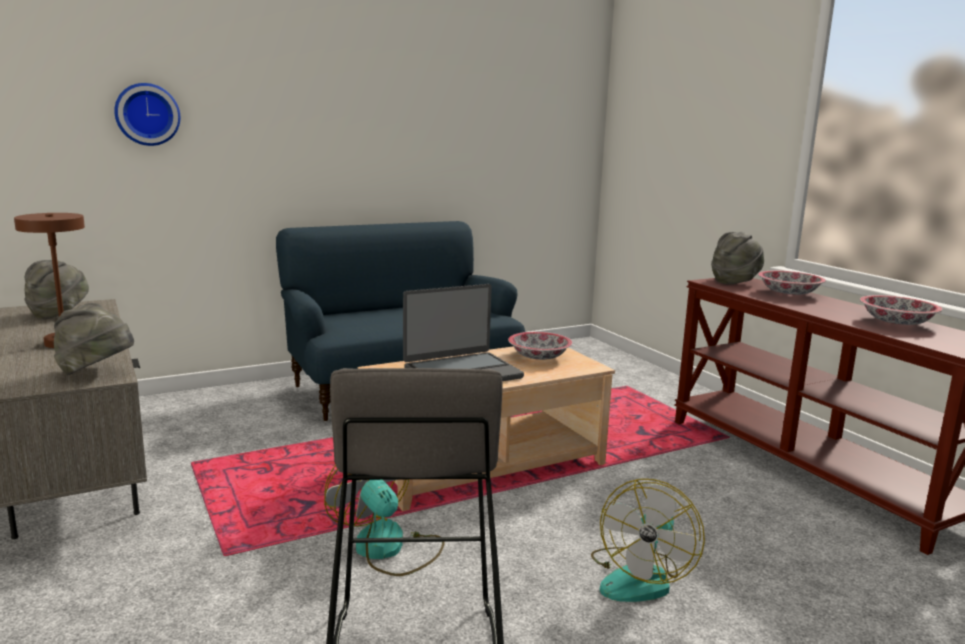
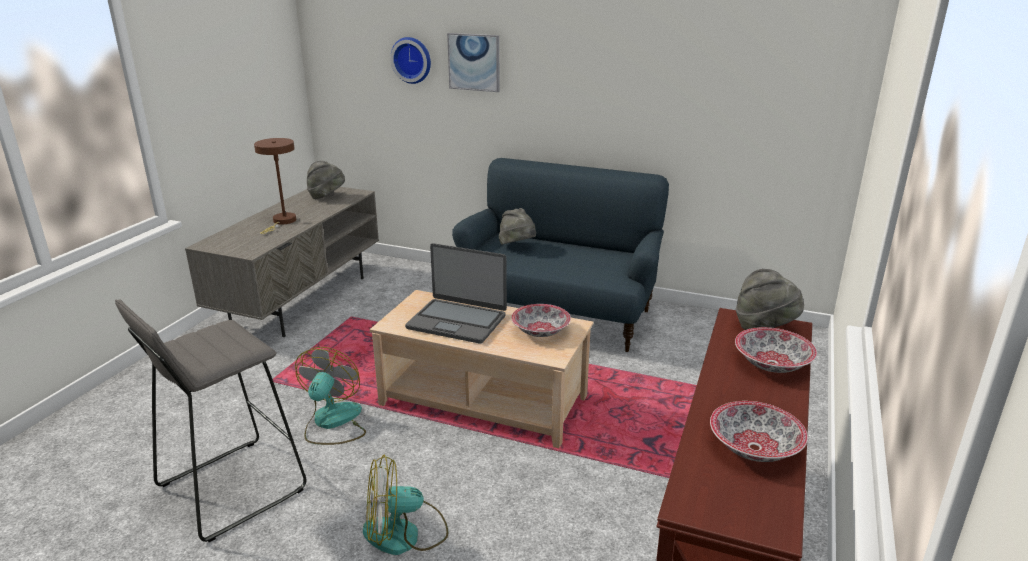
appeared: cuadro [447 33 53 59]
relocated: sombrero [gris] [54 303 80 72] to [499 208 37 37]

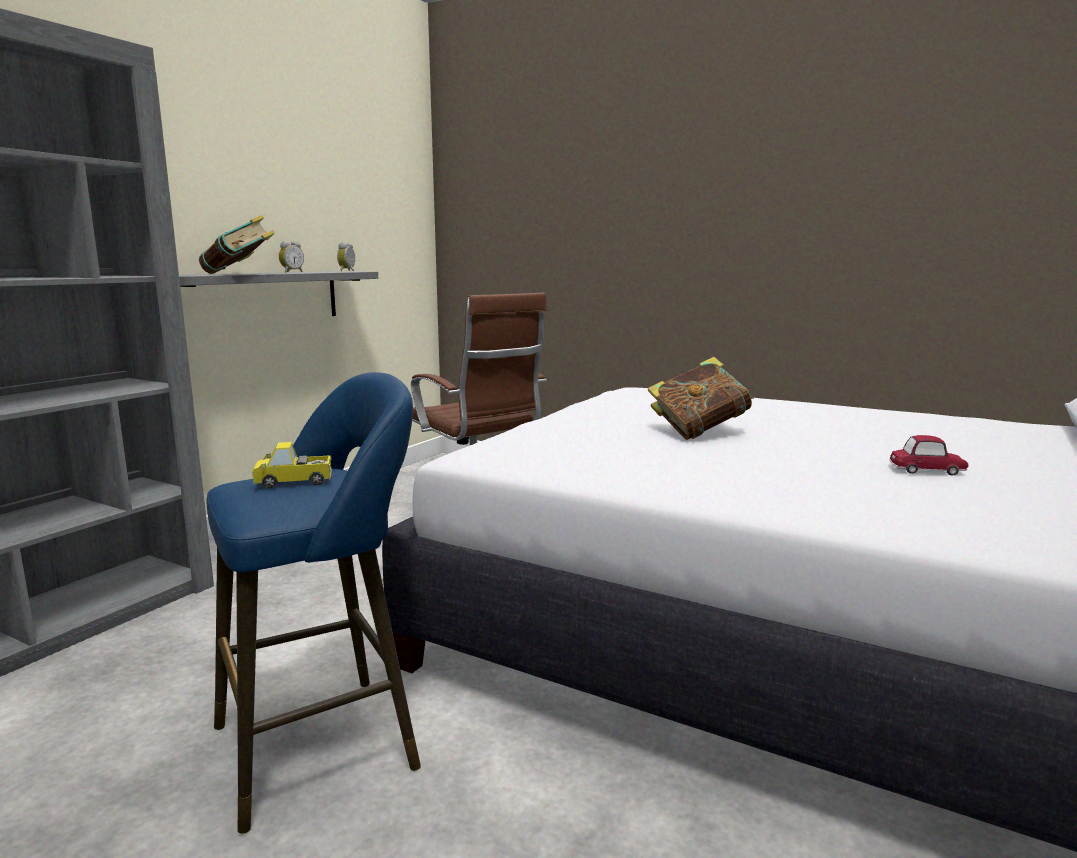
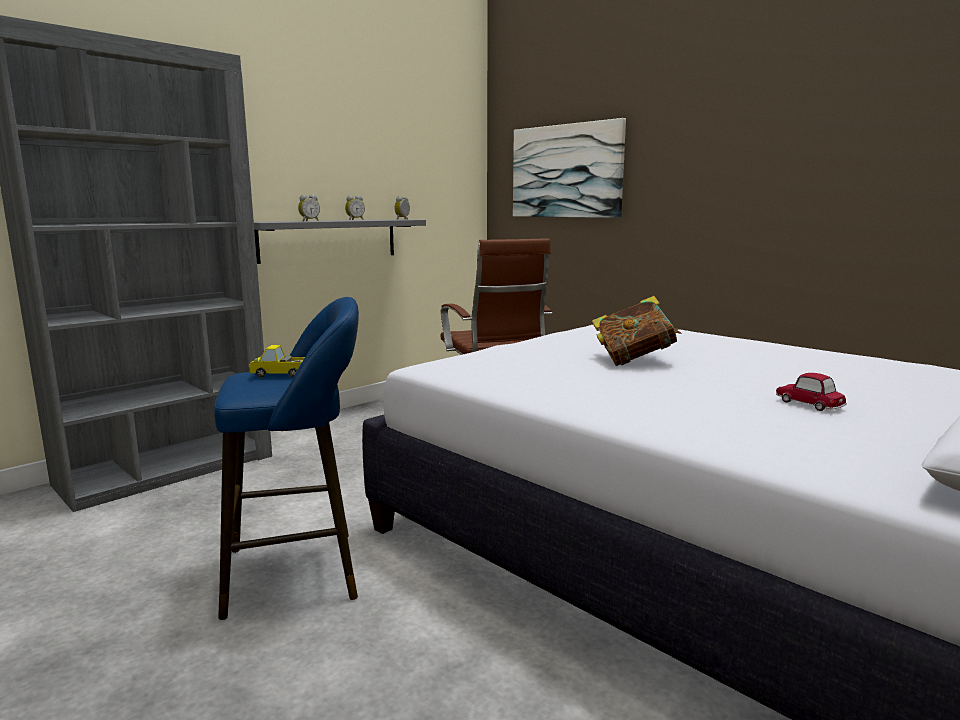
appeared: cuadro [513 118 113 100]
exchanged: libro [199 215 76 59] to despertador [298 194 22 27]
spun: coche de juguete [889 435 80 41] = [776 373 71 38] 150 degrees counterclockwise

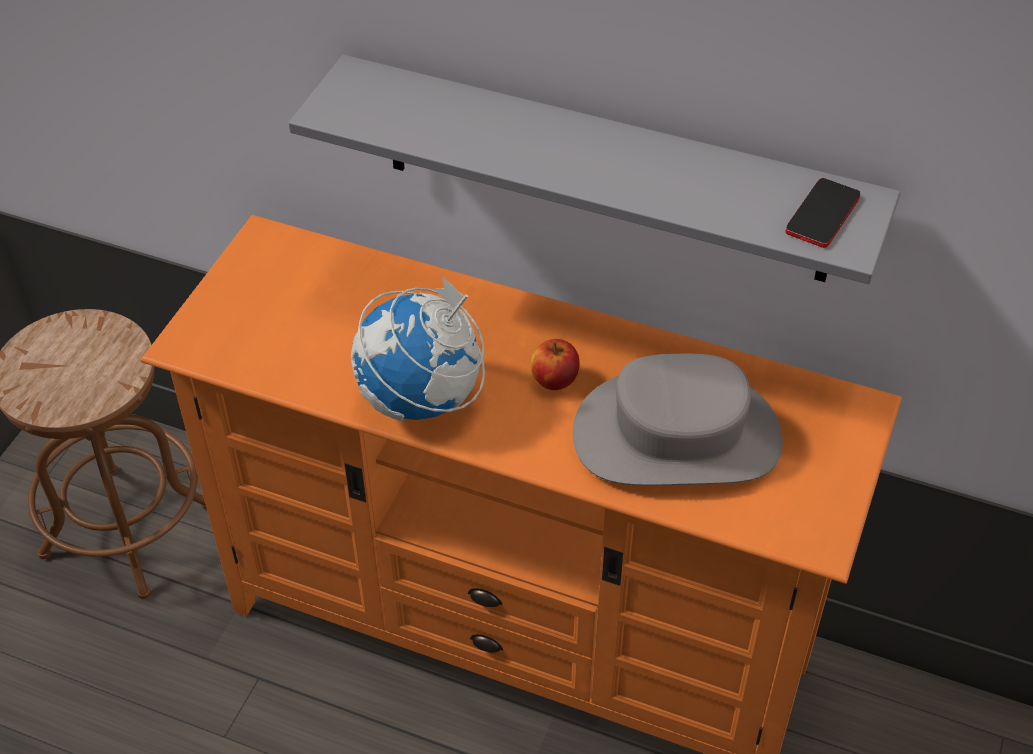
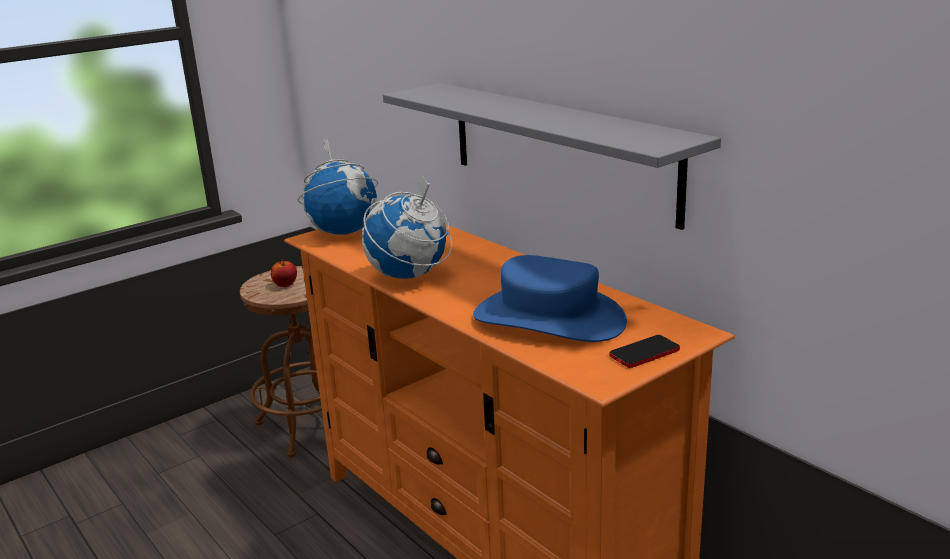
appeared: globo terráqueo [297 139 81 96]
relocated: móvil [786 178 75 70] to [609 335 71 33]; manzana [531 339 48 51] to [271 259 26 28]
colour: sombrero [gris] [573 353 210 133] to sombrero [azul] [473 255 154 87]

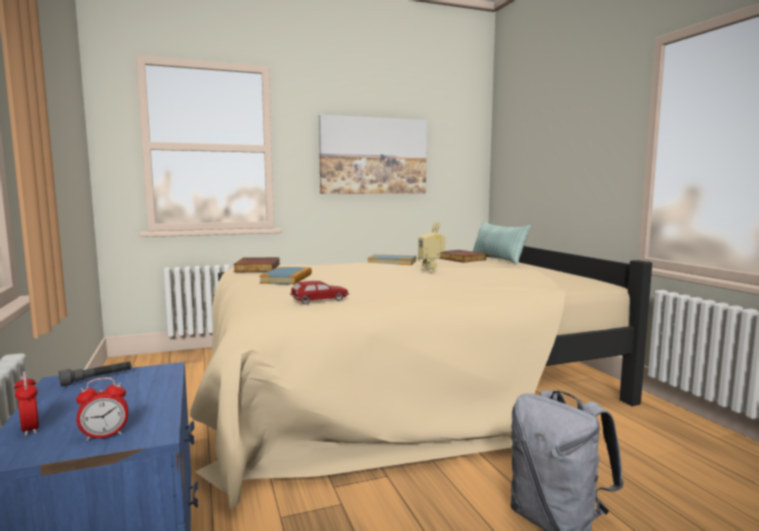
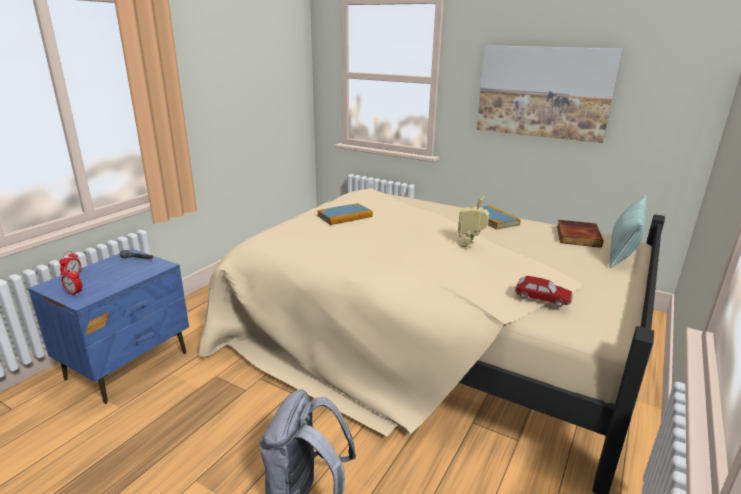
missing: libro [233 257 47 15]
relocated: coche de juguete [290 281 59 24] to [515 276 58 31]

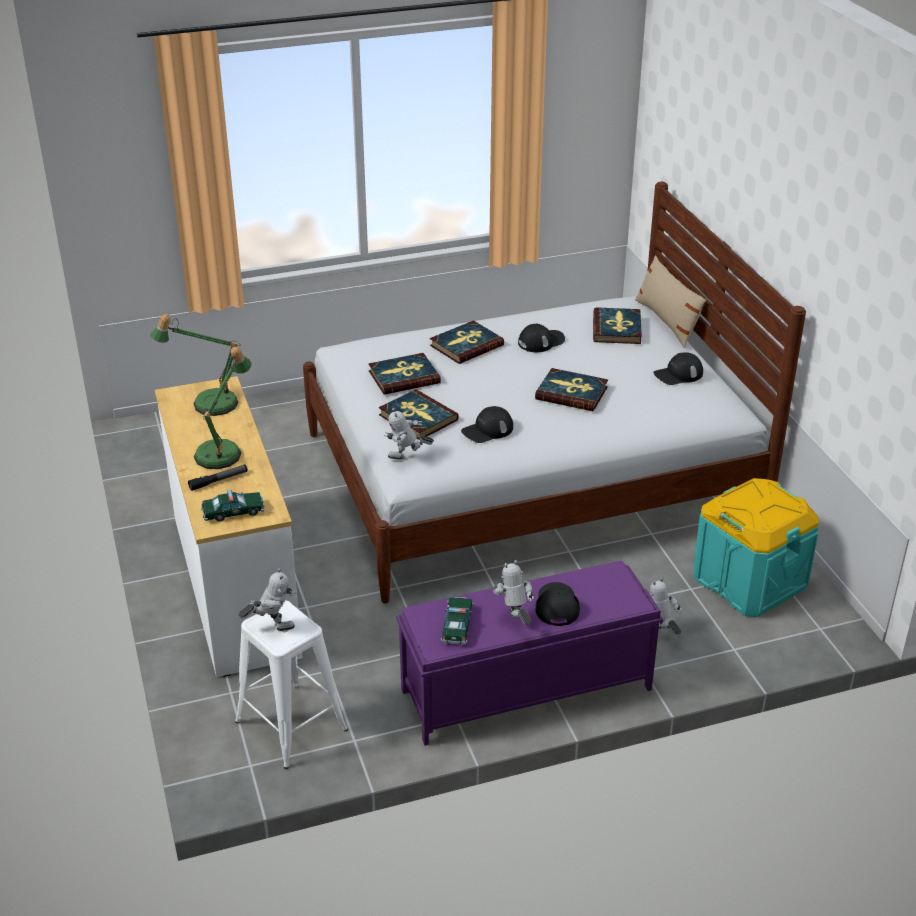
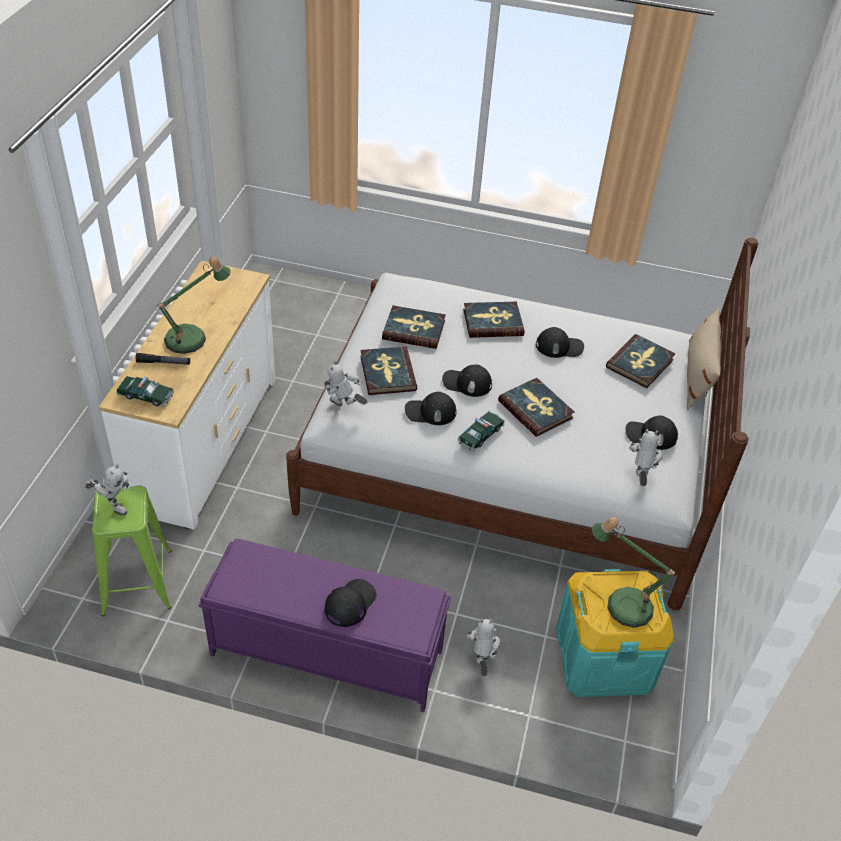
appeared: gorra [negro] [442 364 50 33]
relocated: lámpara de mesa [150 314 91 102] to [592 517 86 111]; robot de juguete [493 560 41 65] to [629 429 34 57]; coche de juguete [440 597 34 49] to [457 411 48 40]
colour: taburete [blanco] [235 600 113 169] to taburete [verde] [92 486 80 130]

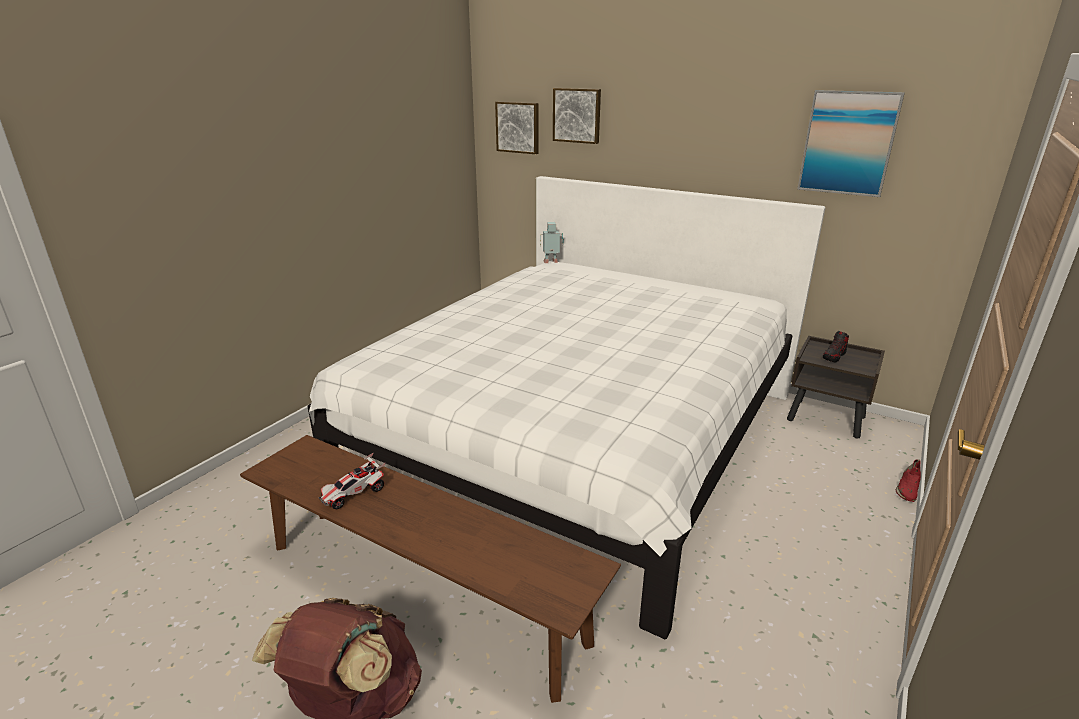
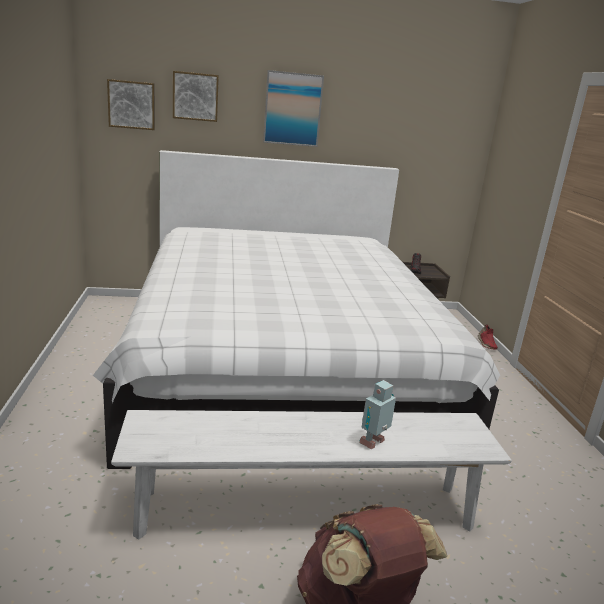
missing: coche de juguete [318 453 68 56]
relocated: cuadro [797 90 108 107] to [263 70 61 77]; robot de juguete [540 222 24 41] to [359 380 37 69]
colour: banco [marrón] [240 435 381 268] to banco [blanco] [111 410 401 130]

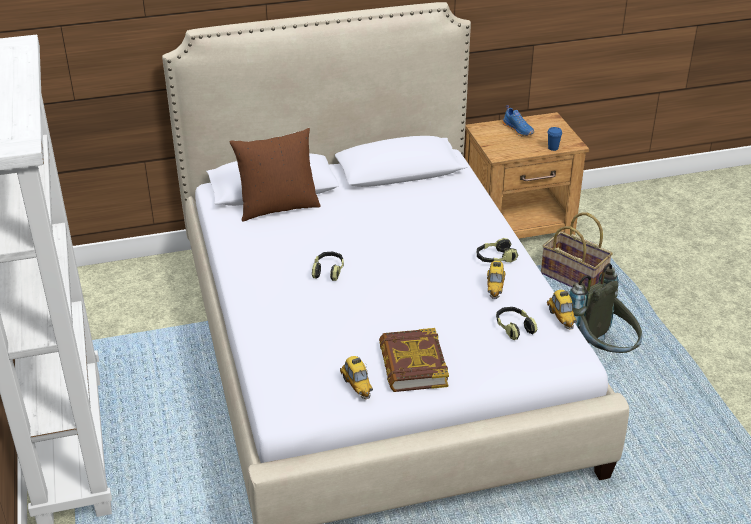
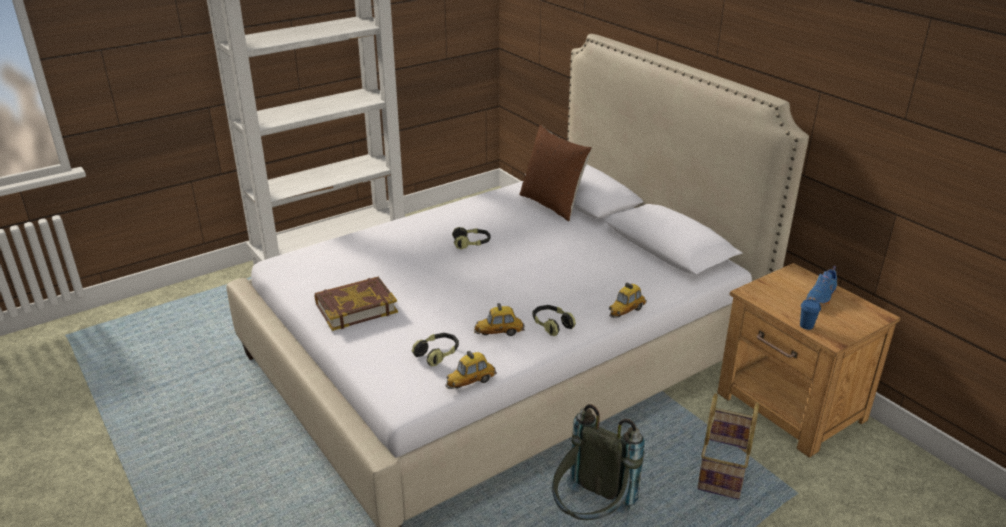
relocated: coche de juguete [340 356 33 44] to [609 282 38 36]

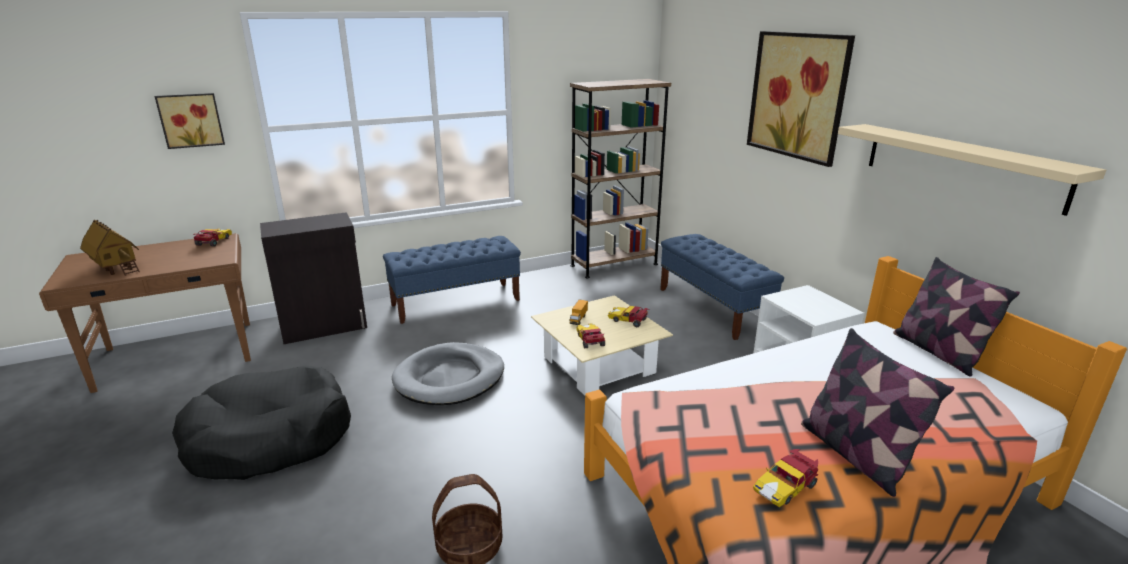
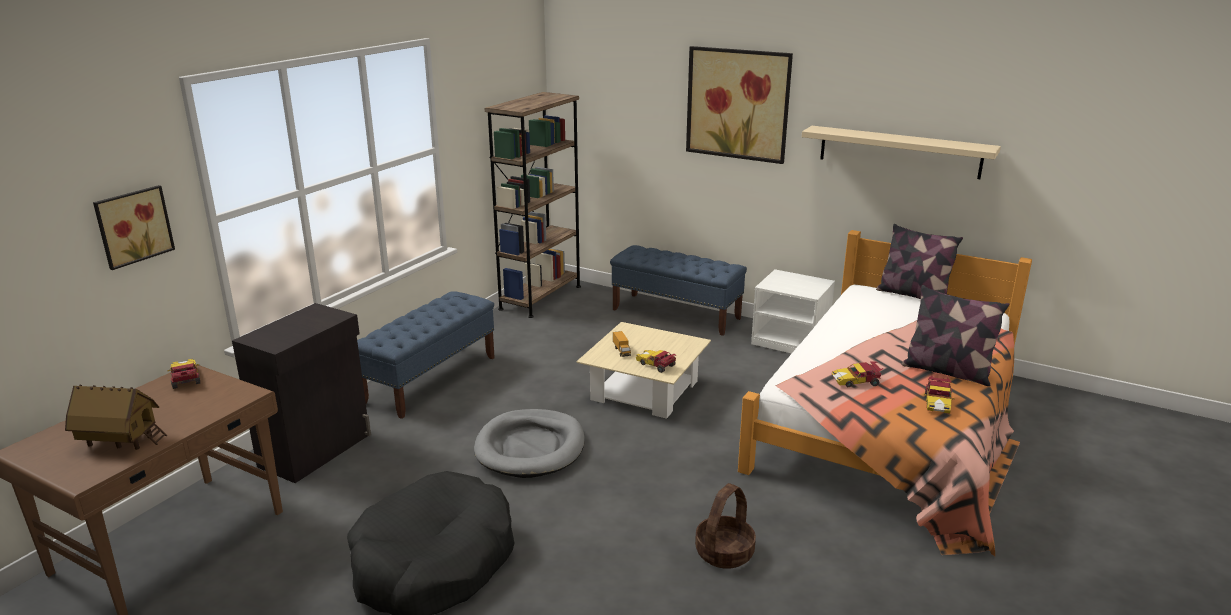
relocated: coche de juguete [608 306 41 21] to [832 361 52 26]

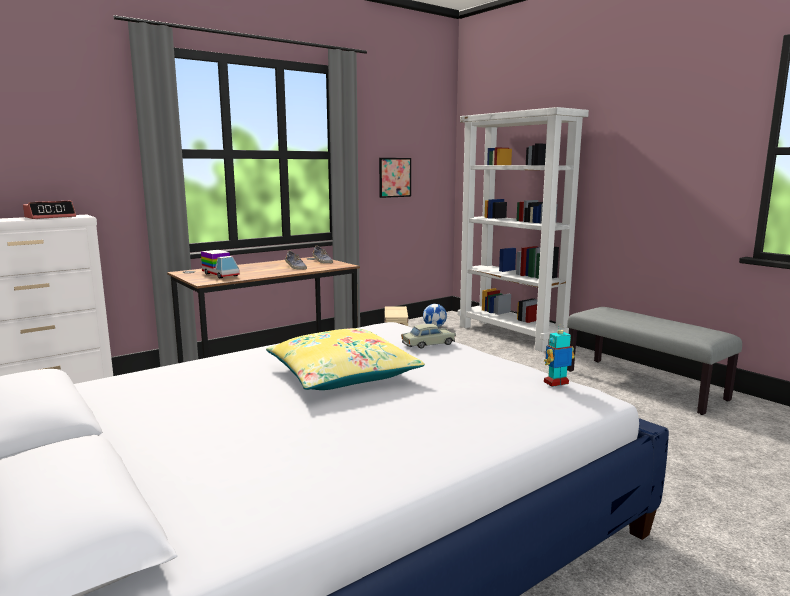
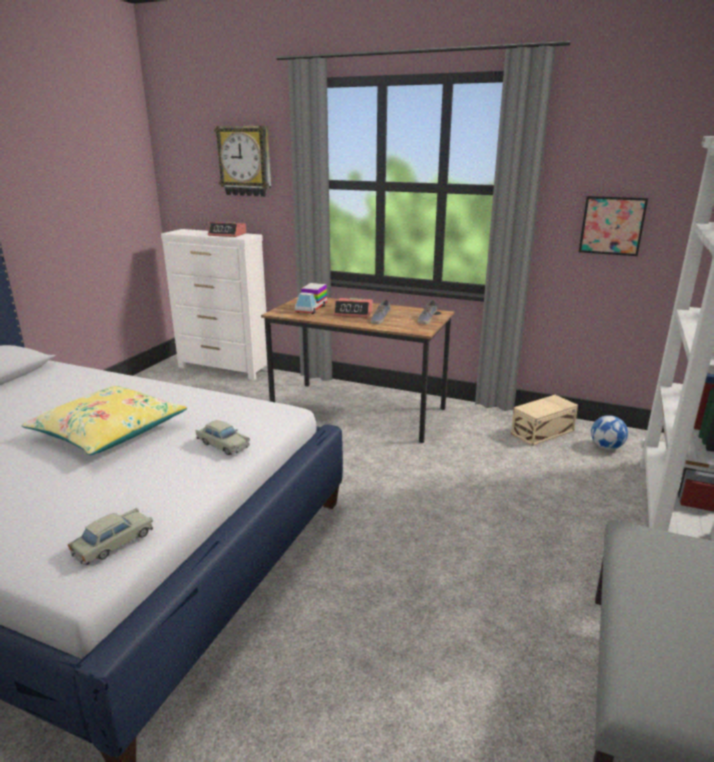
appeared: reloj de pared [214 126 57 71]; despertador [334 298 39 20]
exchanged: robot de juguete [544 324 31 63] to coche de juguete [beis] [68 508 85 57]

